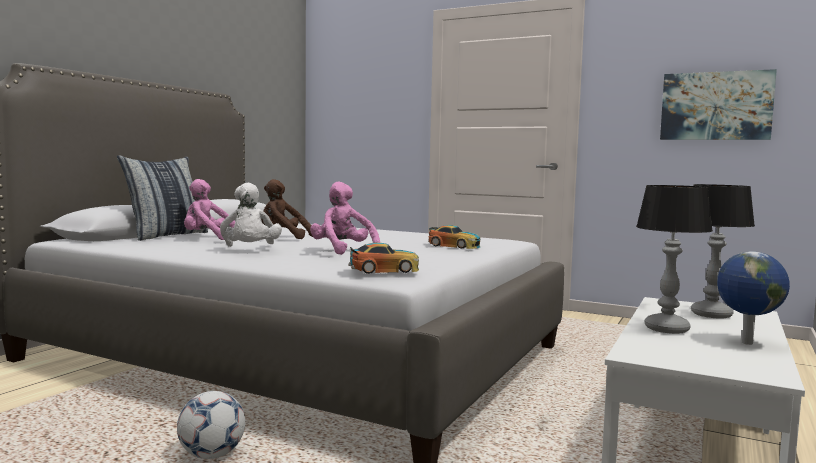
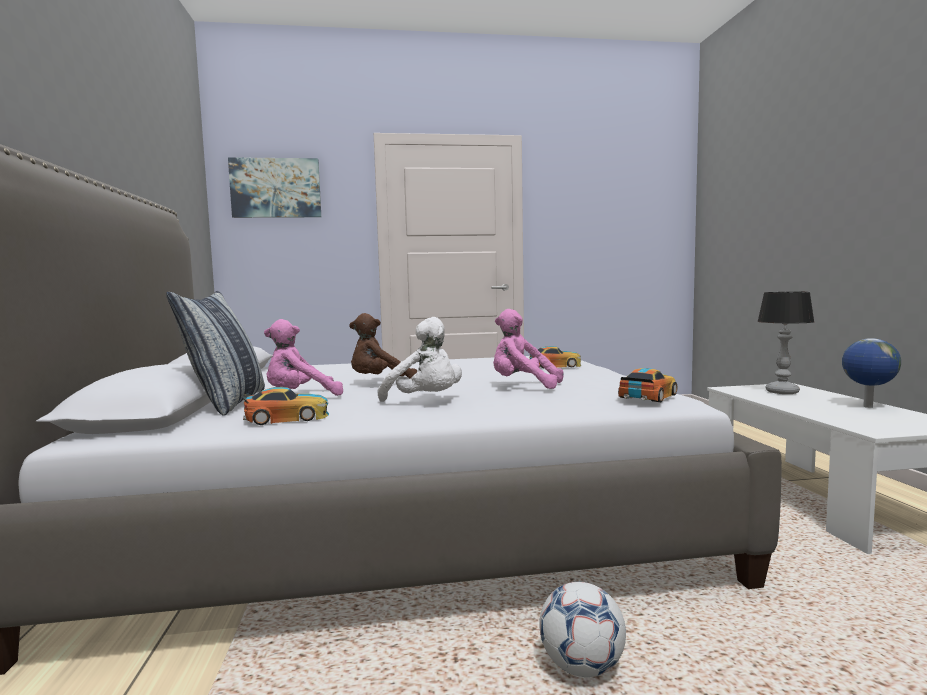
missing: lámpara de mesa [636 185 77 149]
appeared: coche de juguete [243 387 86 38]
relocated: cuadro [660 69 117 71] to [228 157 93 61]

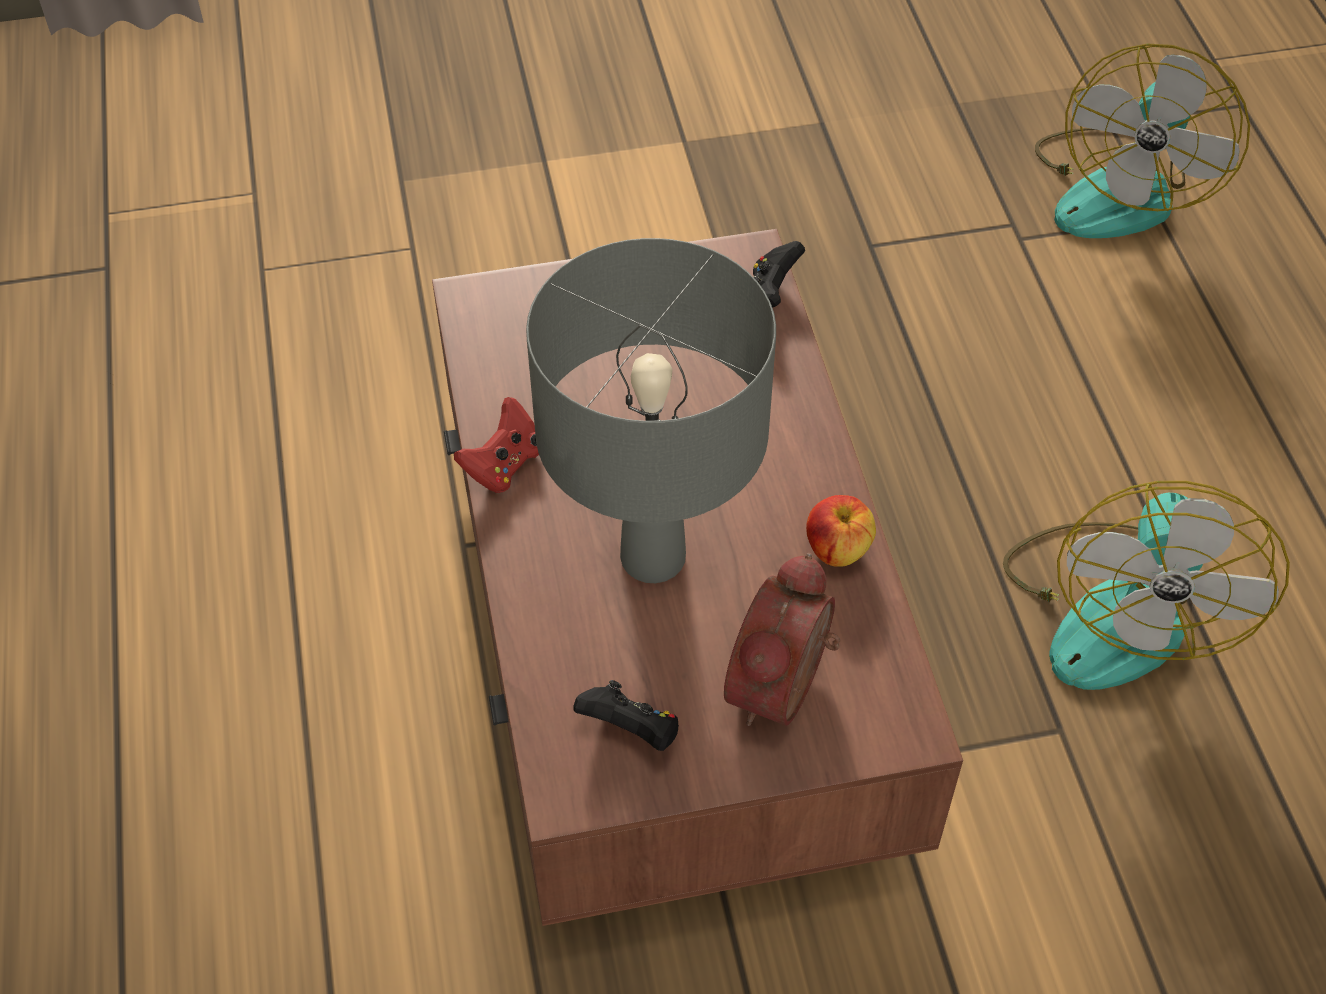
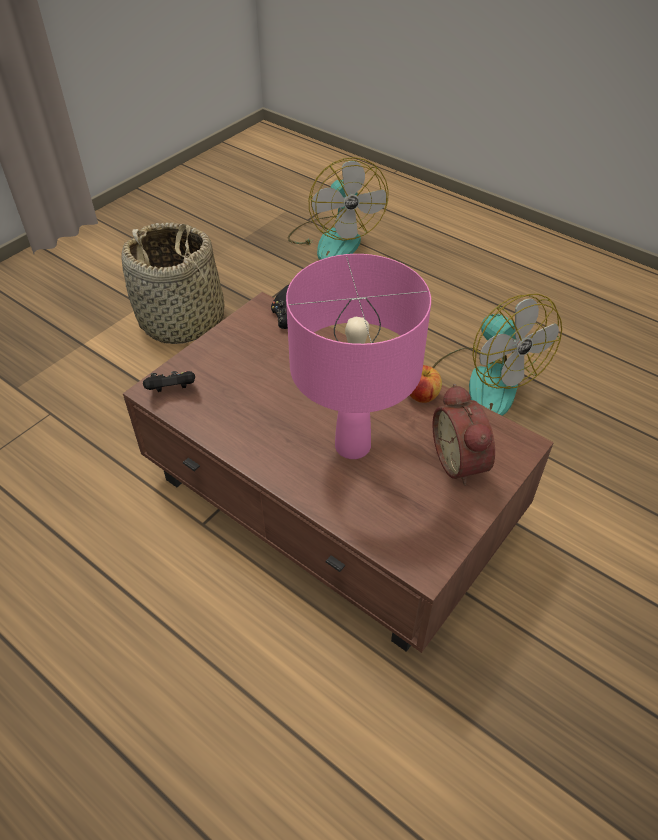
missing: mando de consola [rojo] [454 397 85 96]
appeared: cesta [121 222 103 122]
relocated: mando de consola [negro] [573 680 106 71] to [143 371 52 21]
colour: lámpara de mesa [gris] [526 238 250 345] to lámpara de mesa [rosa] [286 254 145 205]

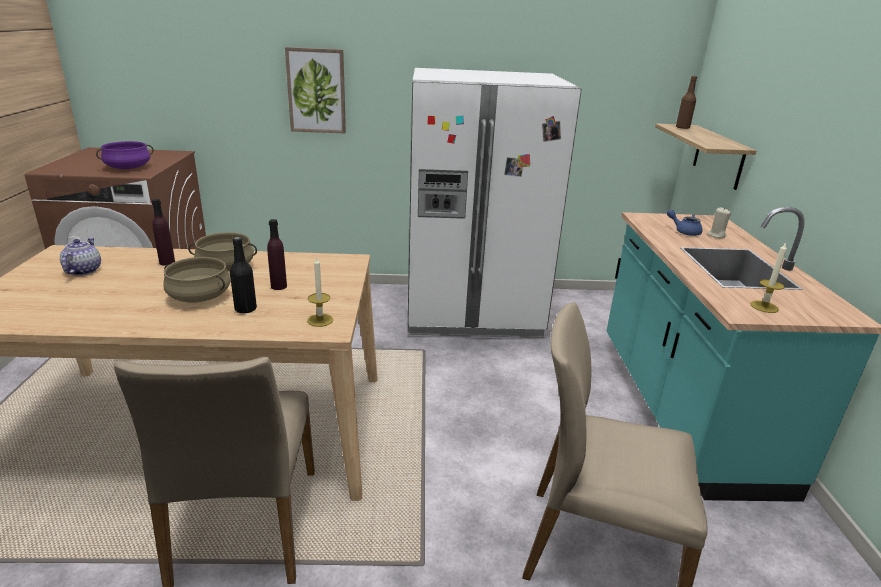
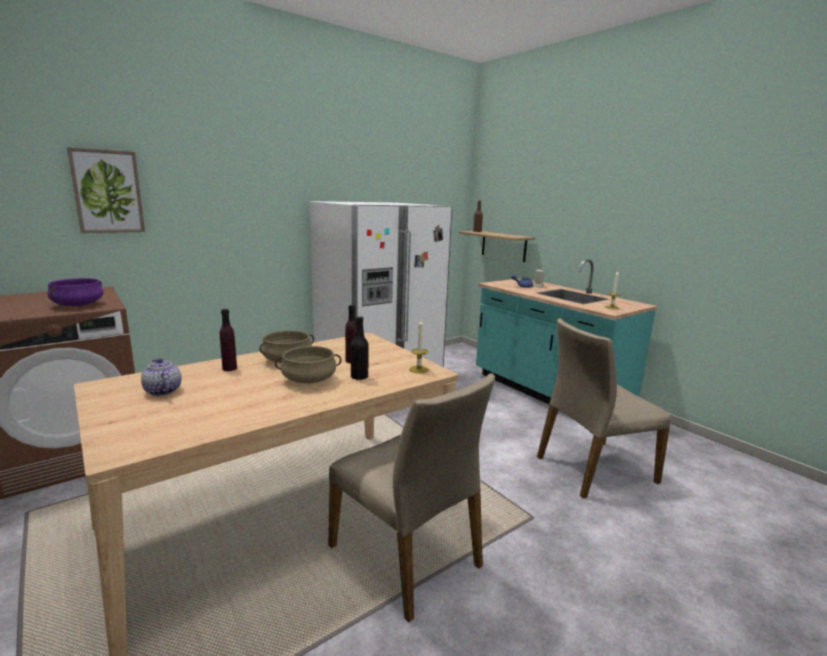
relocated: cuadro [285 47 61 86] to [67 147 78 86]

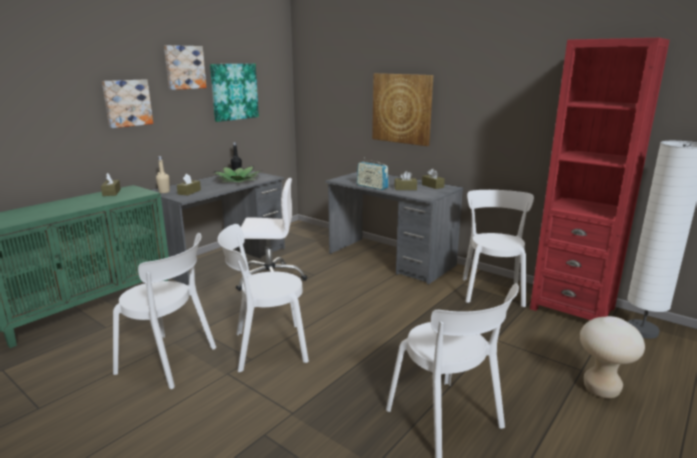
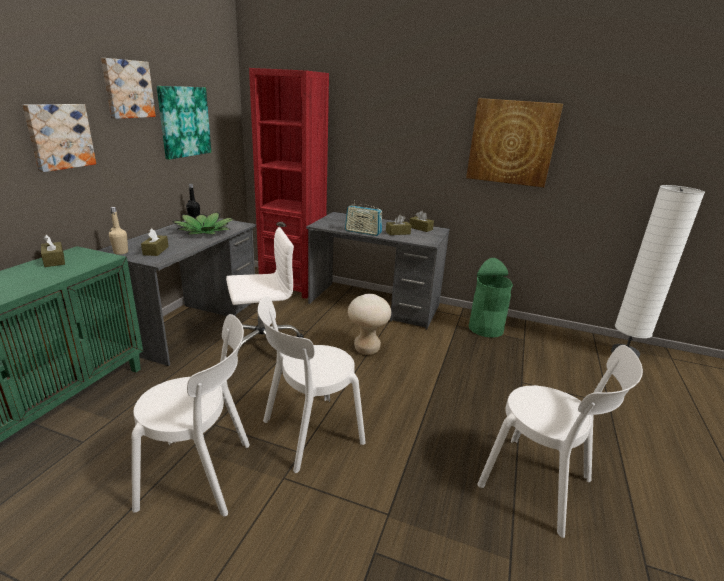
relocated: estantería [rojo] [530 38 140 282] to [249 68 80 231]; cuadro [372 73 62 73] to [466 98 97 89]; taburete [beis] [580 316 65 82] to [348 294 43 61]
exchanged: silla [blanco] [462 190 72 117] to papelera [verde] [468 258 45 80]

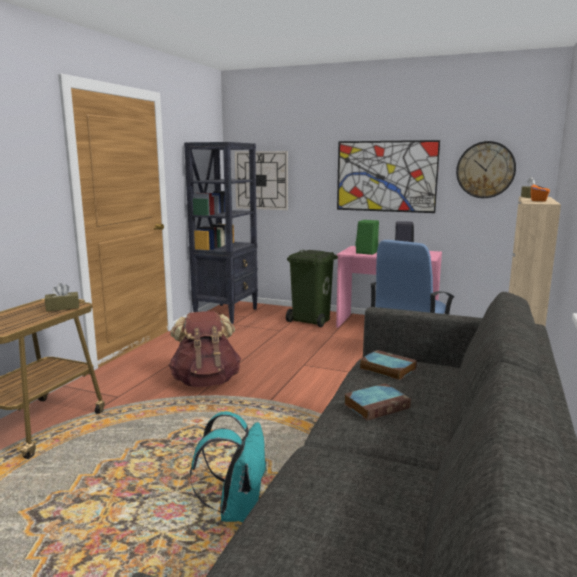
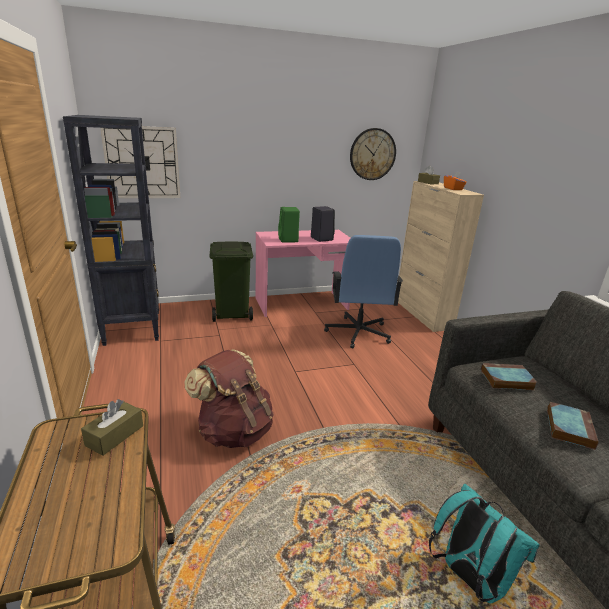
missing: cuadro [337 140 103 73]

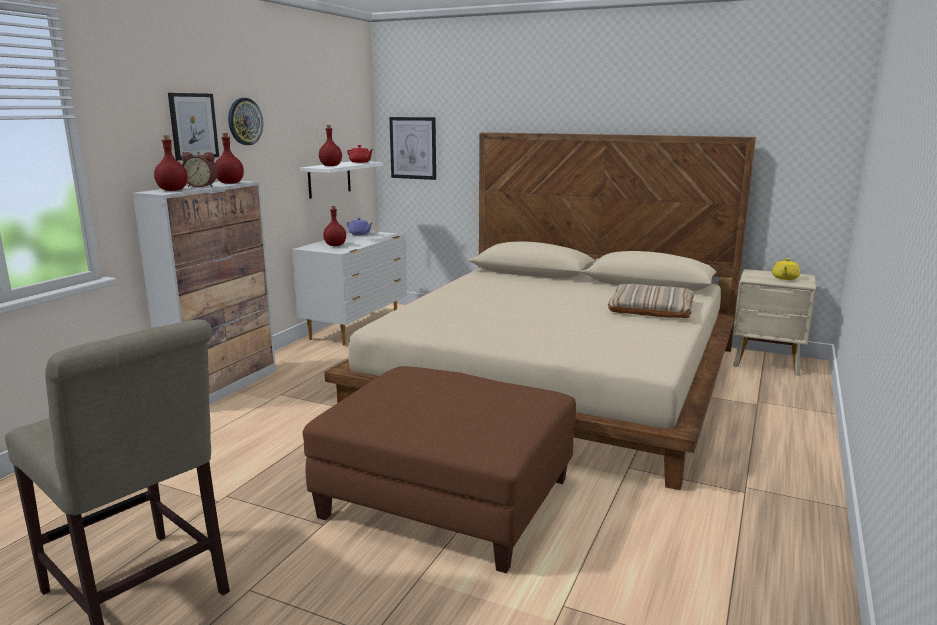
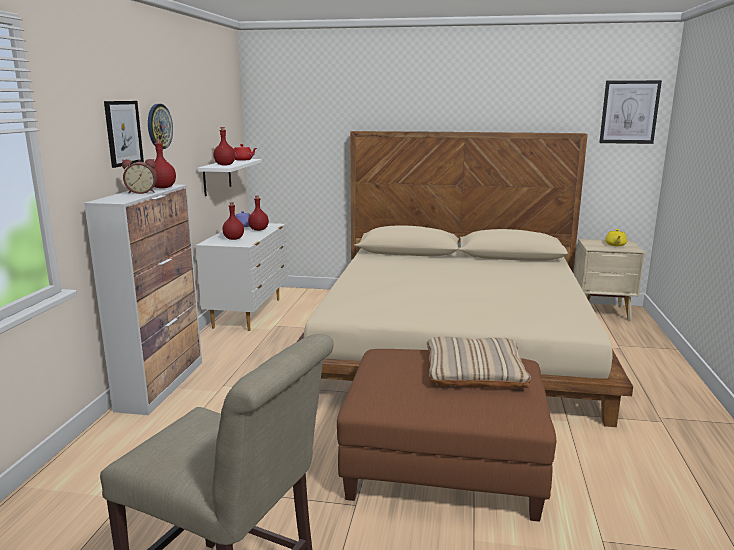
relocated: cuadro [389 117 47 63] to [599 80 63 64]; botella [rojo] [154 135 34 56] to [248 195 21 36]; cojín [beis] [608 284 86 34] to [427 337 104 51]

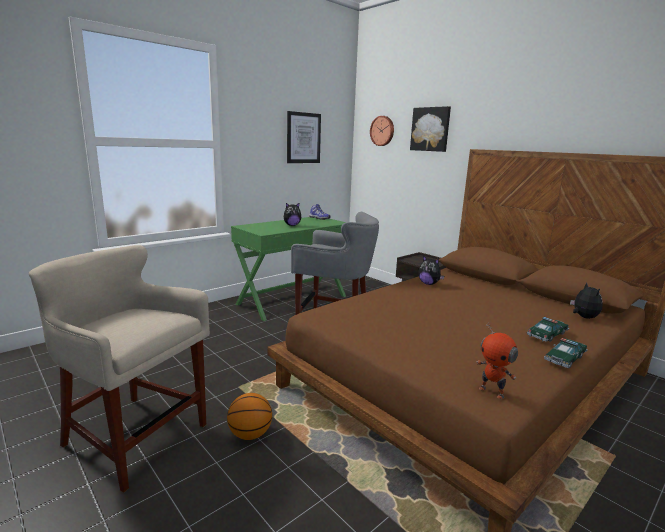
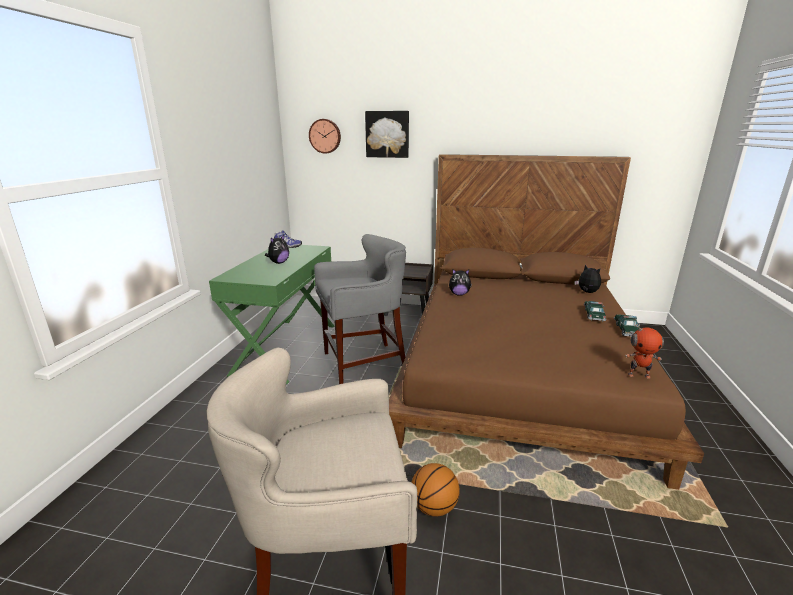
missing: cuadro [287 111 34 52]

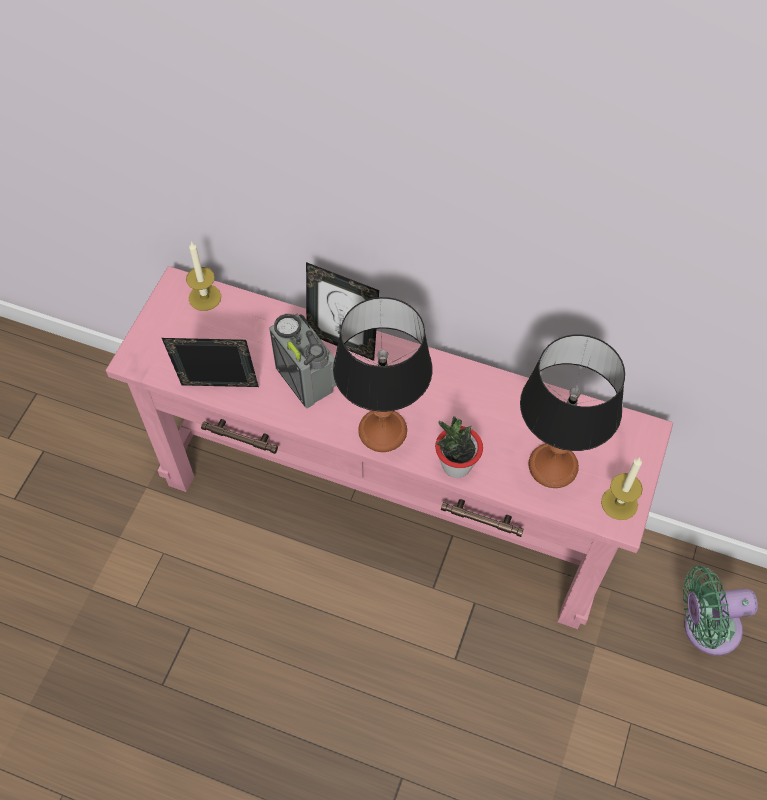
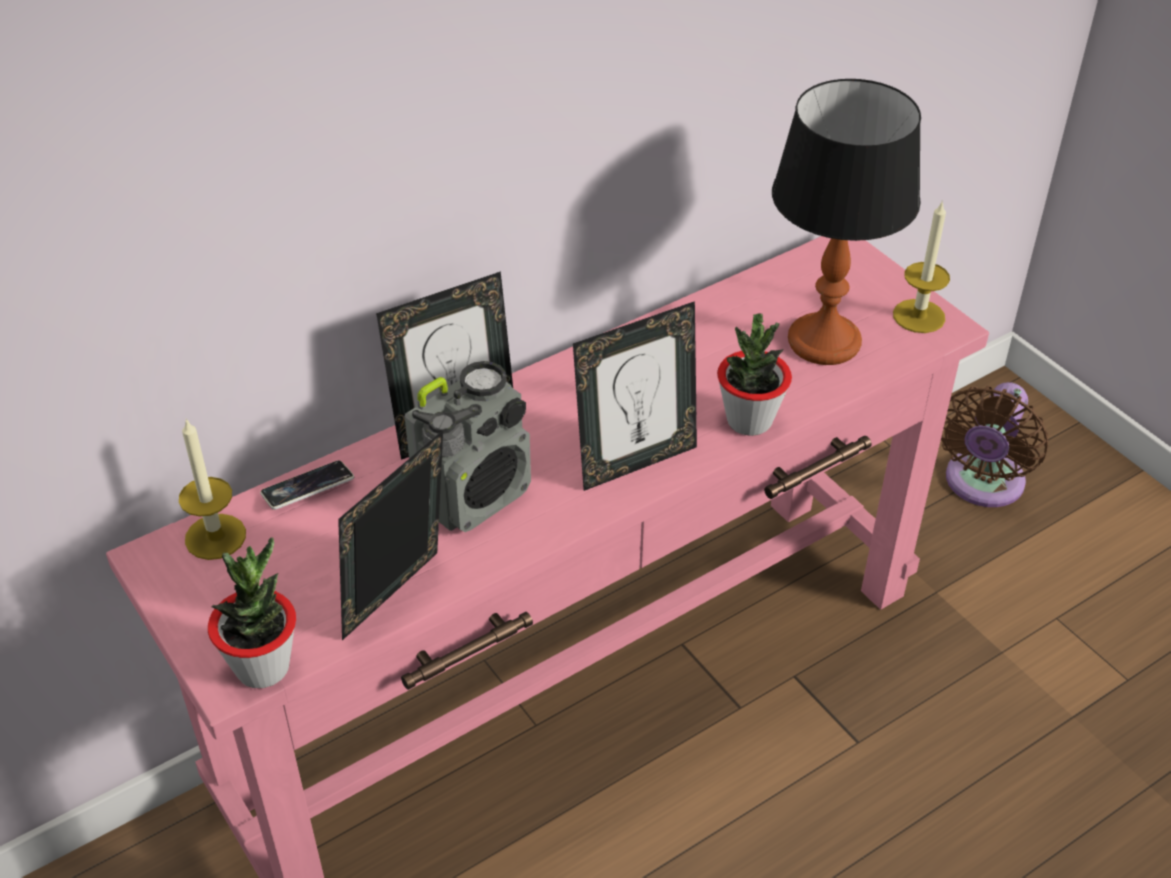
appeared: móvil [260 460 94 50]; planta en maceta [208 537 88 151]
exchanged: lámpara de mesa [333 297 99 155] to portarretratos [573 301 124 190]
colour: ventilador [verde] [683 566 75 89] to ventilador [marrón] [941 382 107 125]
spun: radio [269 314 67 94] = [405 361 126 171] 135 degrees clockwise

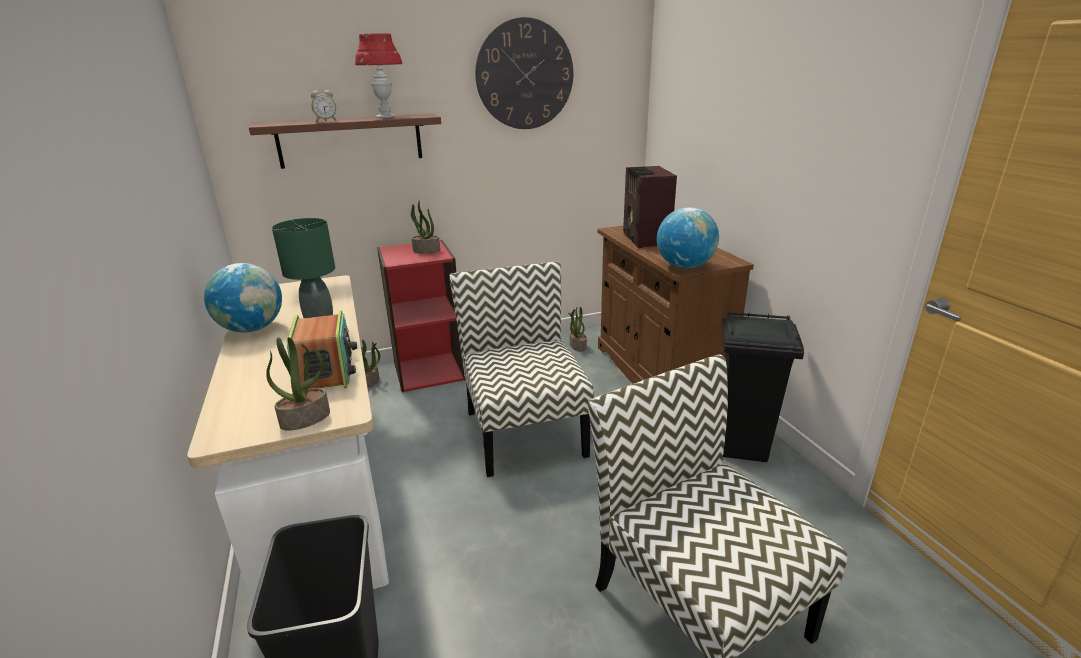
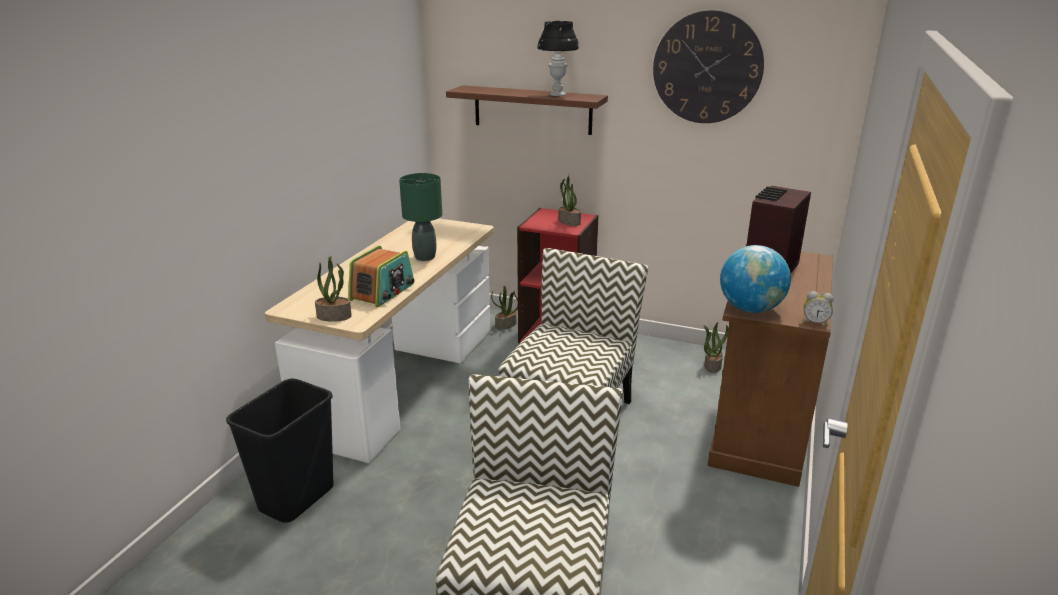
missing: globo terráqueo [204 263 78 70]; papelera [negro] [722 311 82 151]
relocated: despertador [311 90 26 32] to [803 291 31 35]
colour: lámpara de mesa [rojo] [355 34 47 84] to lámpara de mesa [negro] [537 21 42 75]

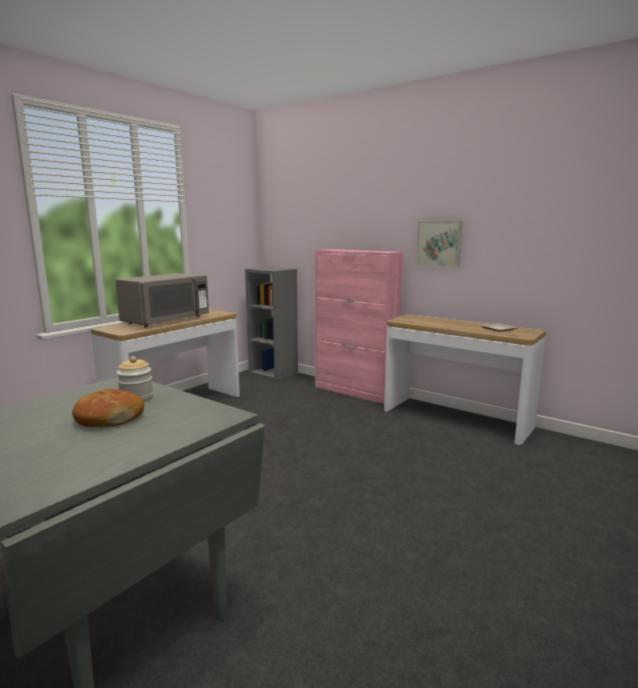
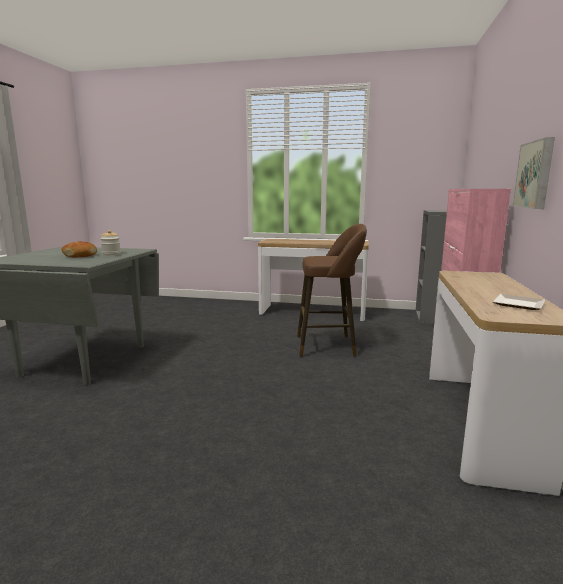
missing: microondas [gris] [115 273 94 54]
appeared: taburete [marrón] [297 224 70 133]

